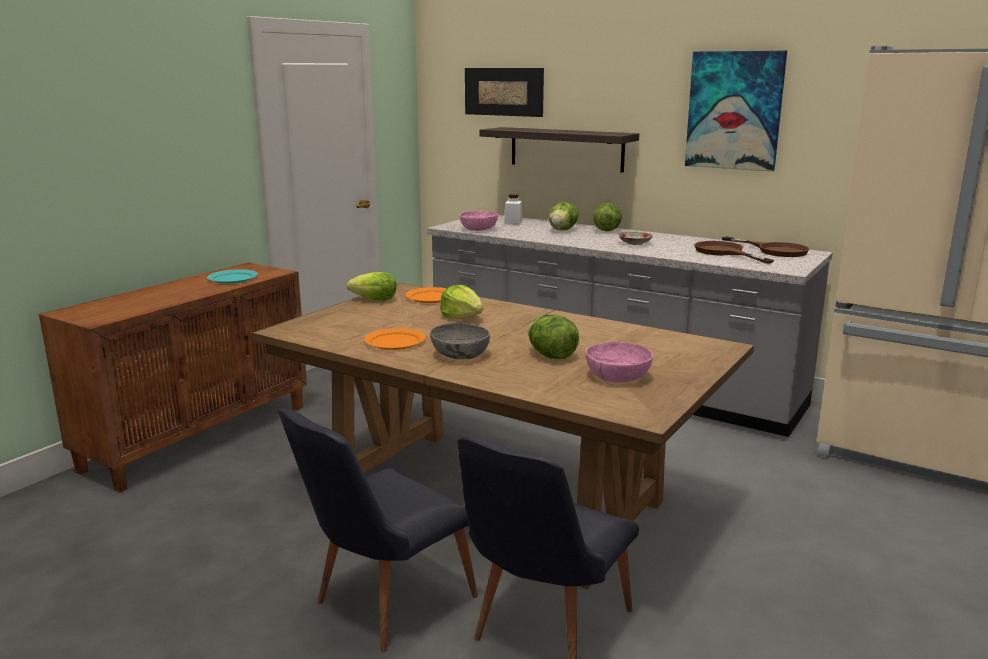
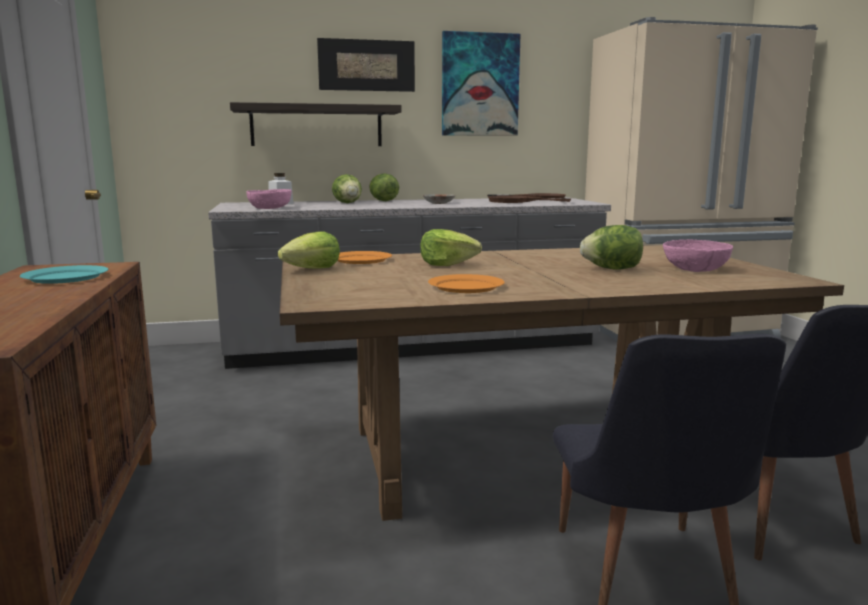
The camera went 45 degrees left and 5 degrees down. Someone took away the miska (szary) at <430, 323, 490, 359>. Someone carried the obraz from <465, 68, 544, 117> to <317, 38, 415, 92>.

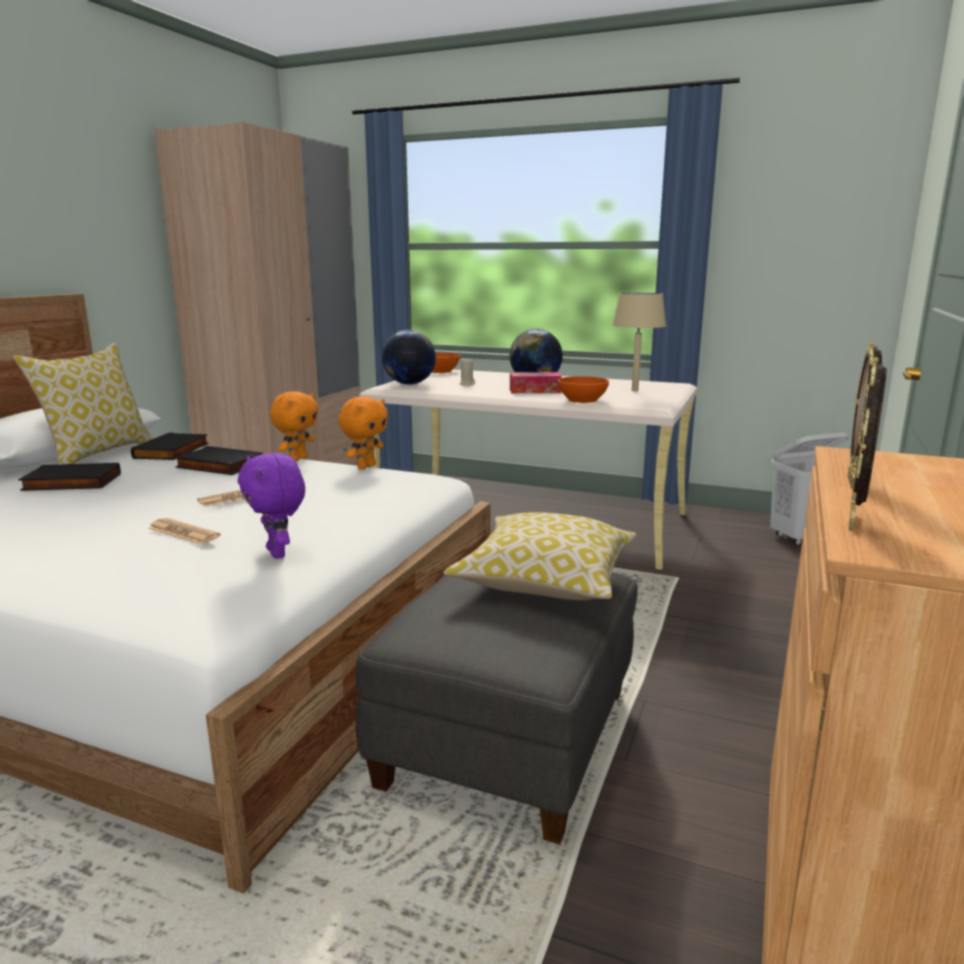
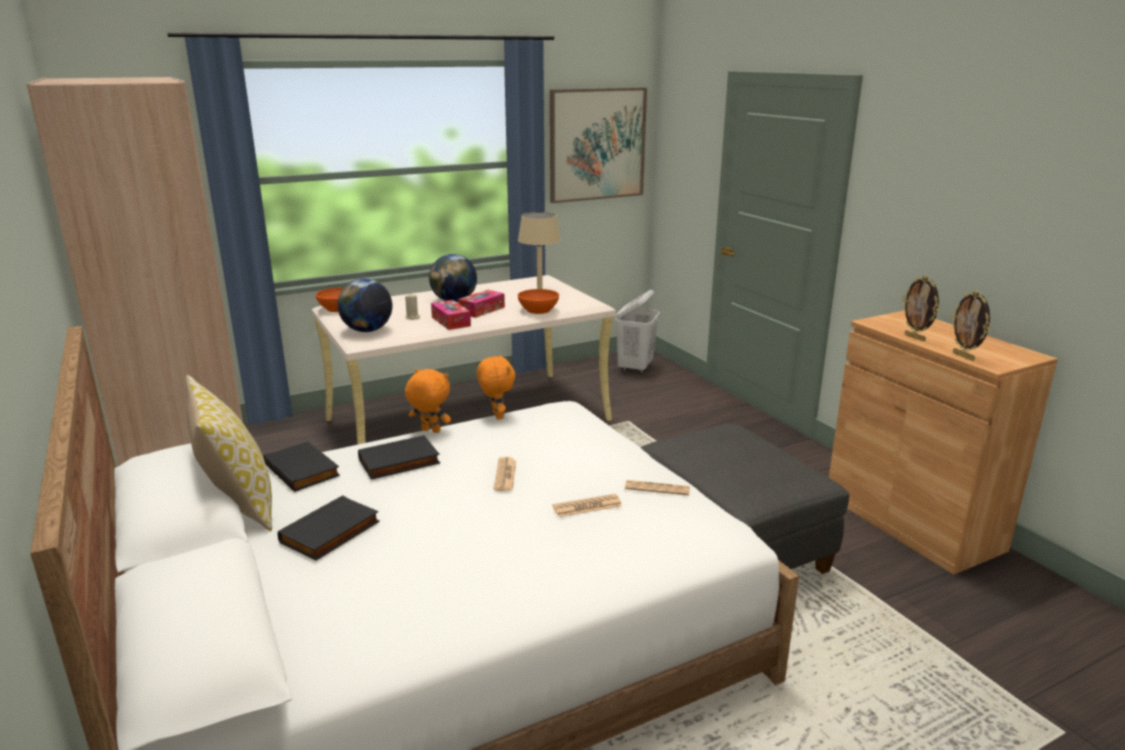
The camera went 50 degrees left and 5 degrees up. Someone swapped the pluszak (fioletowy) at <238, 453, 305, 559> for the gazeta at <625, 480, 690, 495>. Someone rotated the pluszak (pomarańczowy) at <270, 391, 318, 461> by 45 degrees counterclockwise. Someone took away the poduszka at <444, 512, 636, 600>. Someone put down the pudełko chusteczek at <431, 300, 471, 330>. Someone put up the obraz at <550, 88, 647, 203>.

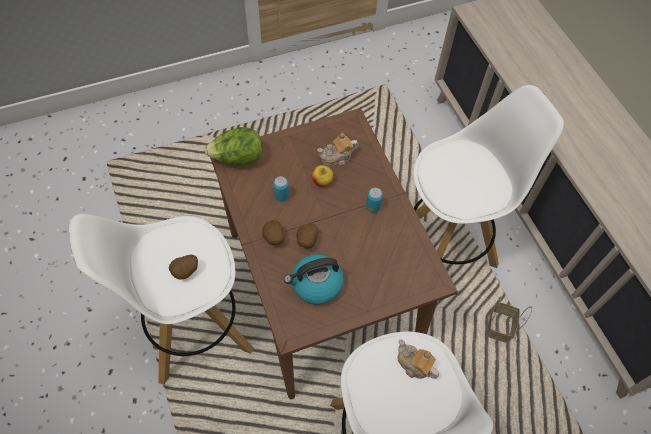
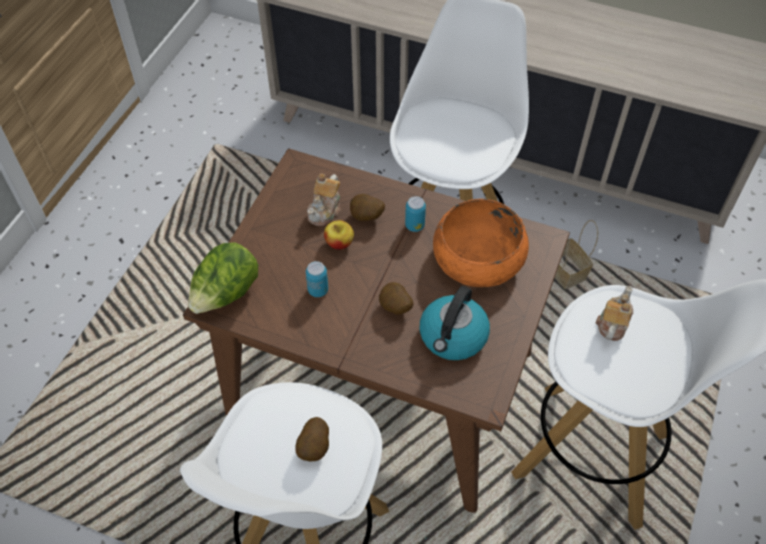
The camera went 45 degrees left and 5 degrees down. Someone carried the ziemniak from <262, 220, 285, 245> to <350, 194, 385, 221>. Someone rotated the imbryk at <397, 339, 439, 379> by 120 degrees clockwise. Someone put down the miska (pomarańczowy) at <433, 199, 529, 287>.

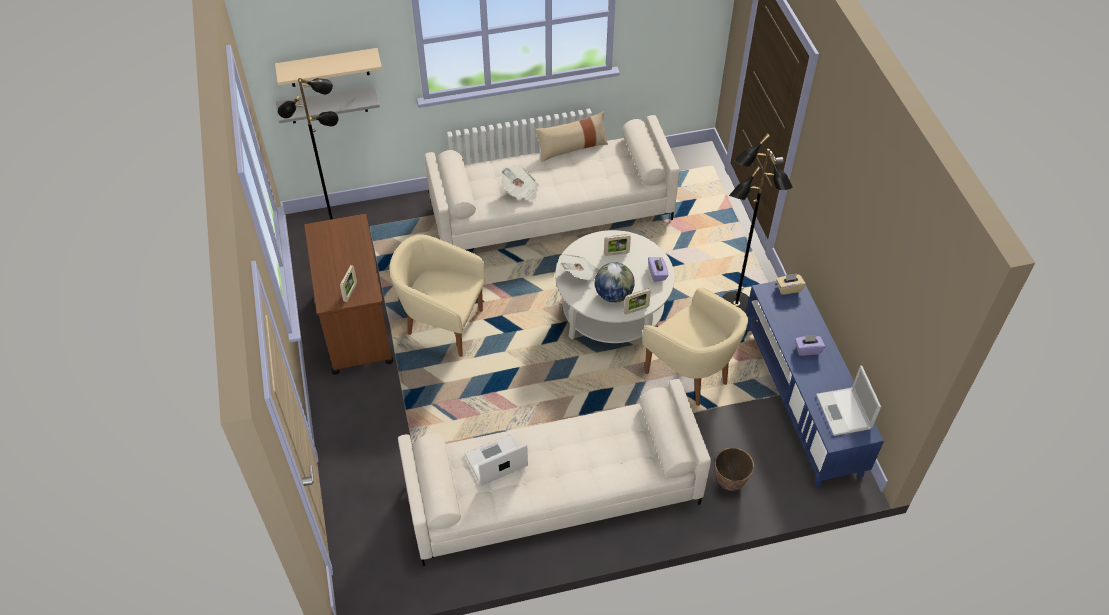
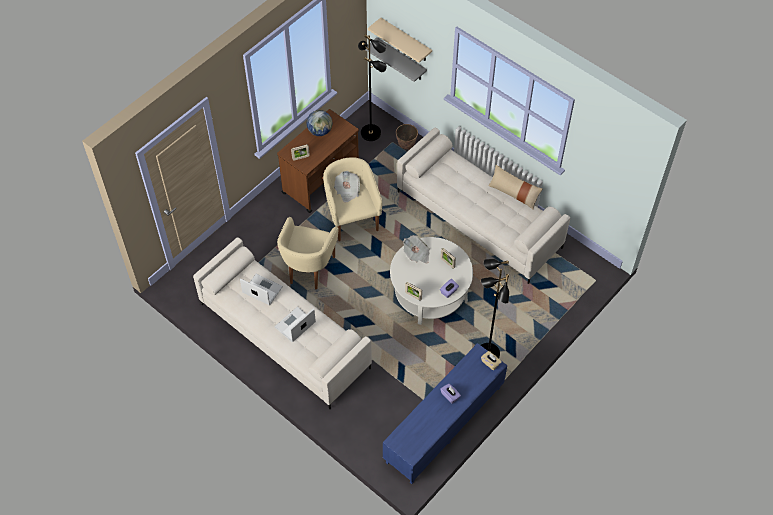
The camera went 55 degrees right and 5 degrees up. Someone carried the gazeta from <501, 165, 539, 202> to <334, 171, 360, 203>. Someone carried the globus from <595, 262, 635, 303> to <306, 110, 332, 136>. Someone carried the fotel (beżowy) from <642, 288, 748, 406> to <277, 217, 338, 289>. Someone carried the donica from <715, 448, 754, 491> to <396, 124, 418, 150>. Someone carried the laptop from <816, 366, 881, 436> to <274, 306, 316, 342>.

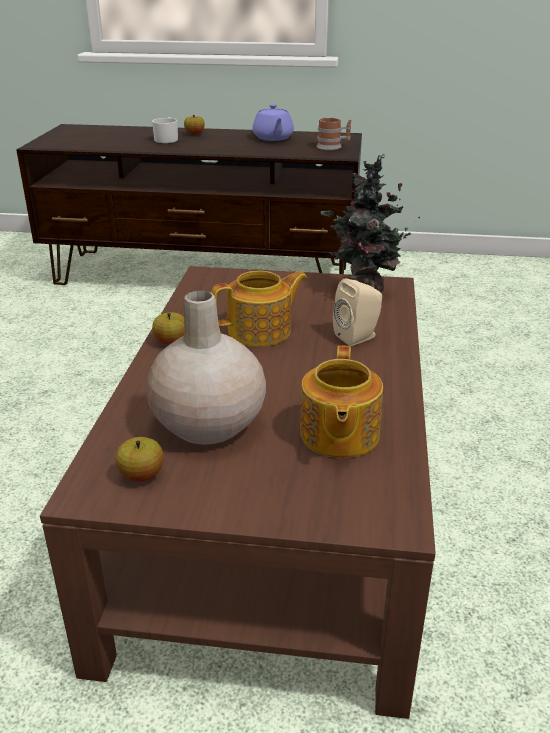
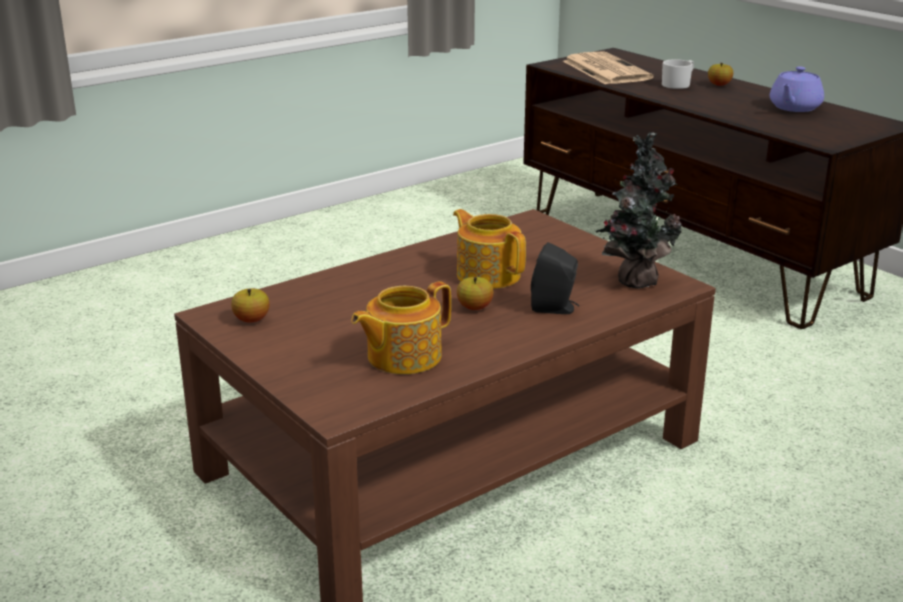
The camera went 45 degrees right and 5 degrees down. Someone took away the wazon (beżowy) at <146, 291, 266, 445>. Someone carried the jabłko from <152, 312, 185, 345> to <457, 277, 494, 310>. Someone rotated the imbryk at <211, 270, 307, 347> by 150 degrees counterclockwise. Someone took away the kubek at <317, 118, 351, 150>. Someone repainted the głośnik (beżowy) at <333, 279, 382, 346>, which became the głośnik (czarny) at <531, 242, 579, 314>. Someone put down the gazeta at <563, 51, 654, 85>.

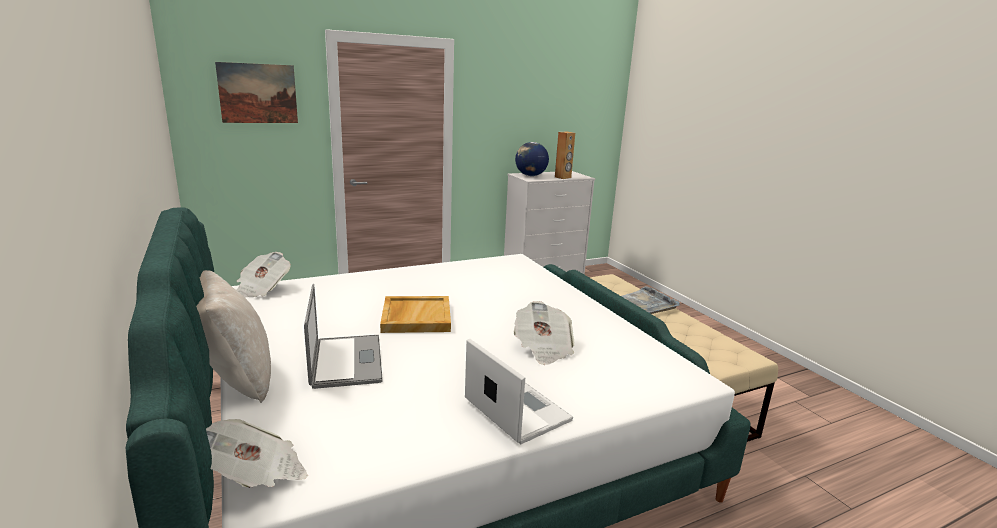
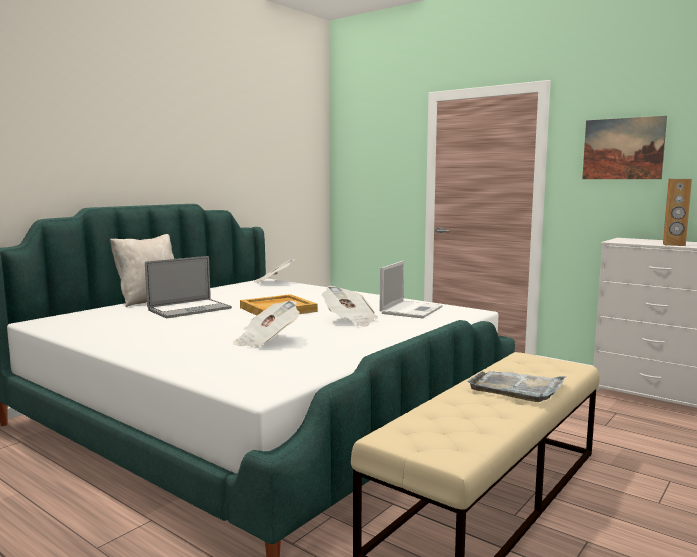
The camera went 65 degrees right and 10 degrees down. Someone carried the gazeta from <206, 419, 309, 488> to <322, 286, 378, 327>. Someone carried the obraz from <215, 62, 298, 123> to <582, 116, 667, 179>. Someone carried the laptop from <465, 338, 573, 445> to <380, 261, 443, 318>. Someone took away the globus at <515, 142, 549, 176>.

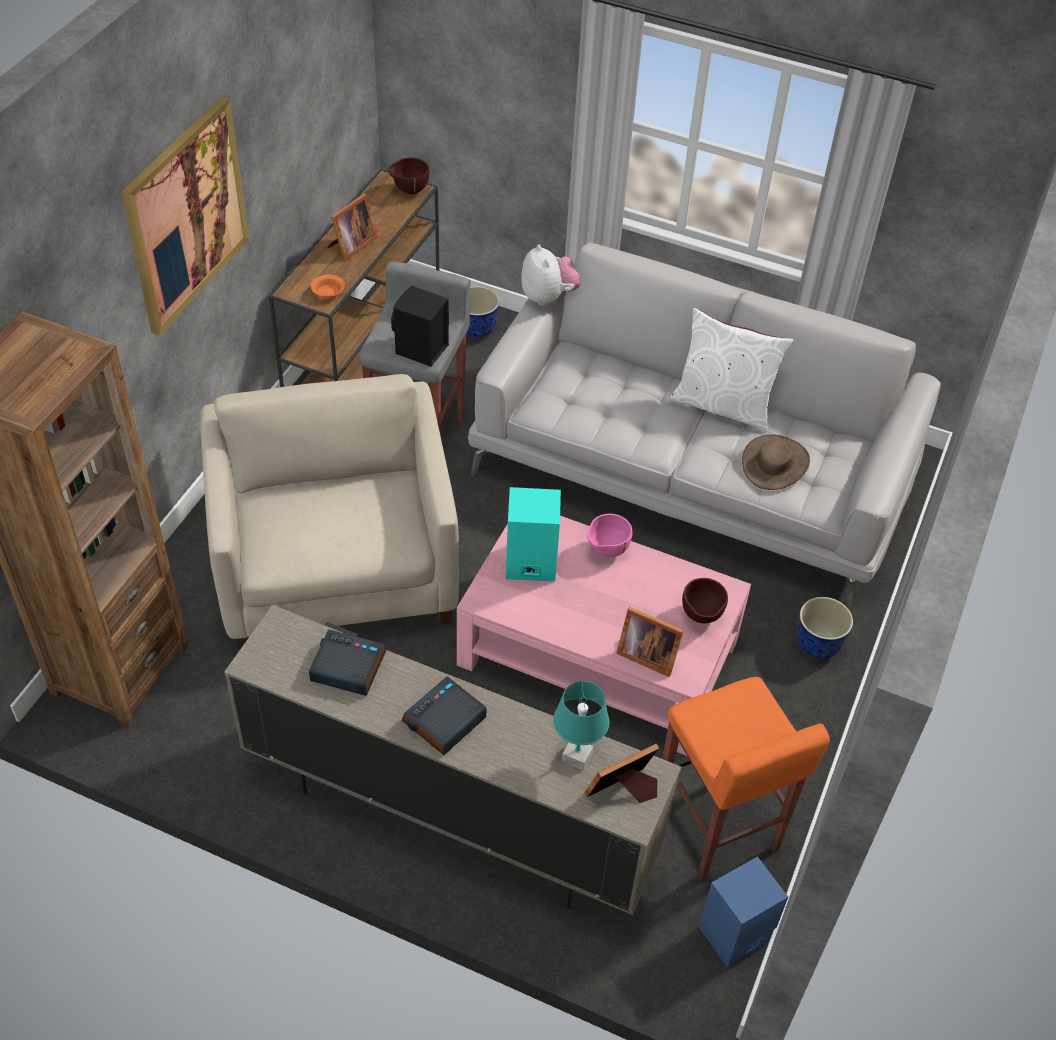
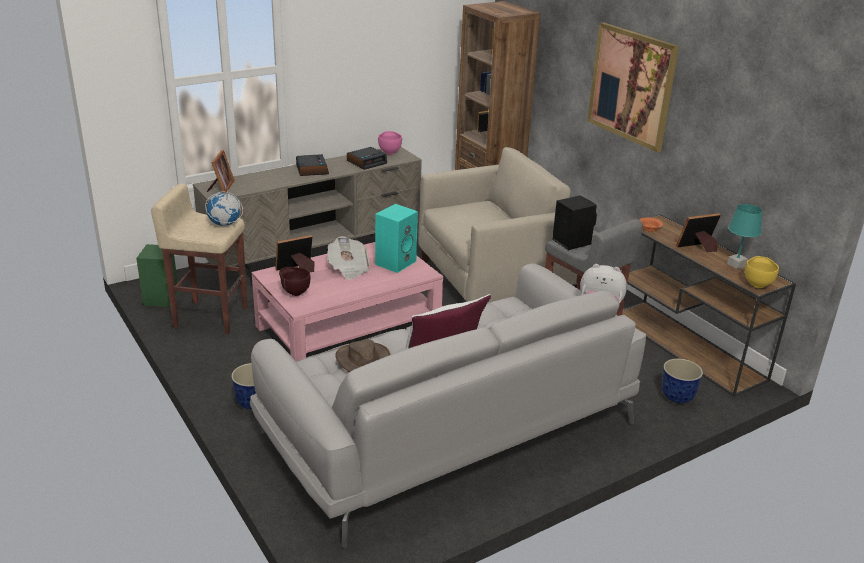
The camera went 125 degrees right and 20 degrees down. Someone rotated the fotel (beżowy) at <200, 374, 459, 649> by 45 degrees counterclockwise. Someone rotated the ramka na zdjęcie at <328, 193, 378, 261> by 90 degrees clockwise. Someone repainted the miska (brązowy) at <388, 157, 429, 194>, which became the miska (żółty) at <745, 256, 779, 288>. Someone carried the lampa stołowa (turkusowy) from <553, 681, 609, 770> to <727, 204, 762, 269>. Someone carried the miska (różowy) from <587, 514, 632, 557> to <378, 131, 402, 155>. Someone repainted the stołek (pomarańczowy) at <663, 677, 830, 882>, which became the stołek (beżowy) at <151, 183, 248, 334>. Someone repainted the głośnik (niebieski) at <699, 856, 788, 967>, which became the głośnik (zielony) at <136, 244, 179, 307>. Someone put down the globus at <205, 189, 243, 226>. Someone put down the gazeta at <327, 236, 370, 280>.

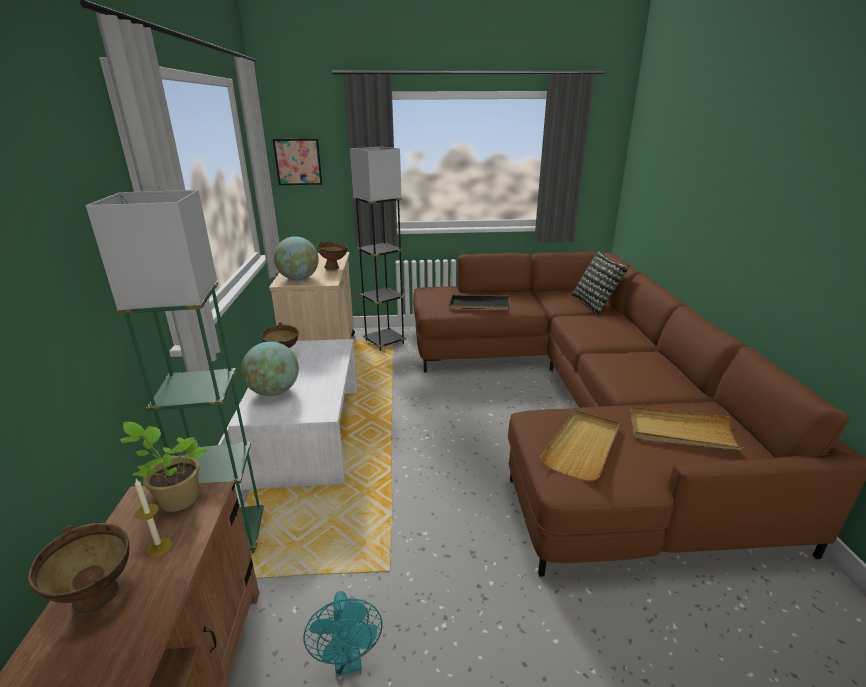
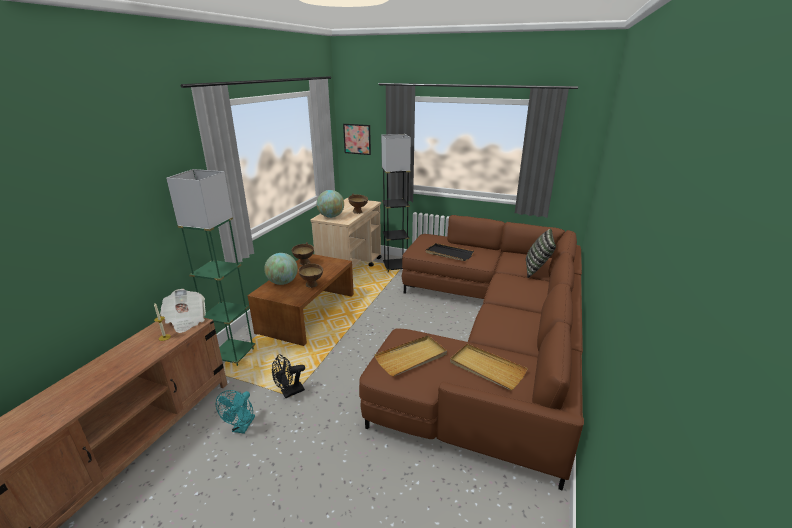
The camera went 25 degrees right and 0 degrees up. Someone carried the miska (brązowy) from <28, 523, 129, 613> to <298, 262, 323, 288>. Someone swapped the roślina doniczkowa at <120, 422, 207, 512> for the gazeta at <160, 289, 206, 333>. Someone repainted the ława (biały) at <228, 339, 357, 490>, which became the ława (brązowy) at <248, 254, 354, 346>. Someone put down the wentylator (czarny) at <272, 354, 305, 398>.

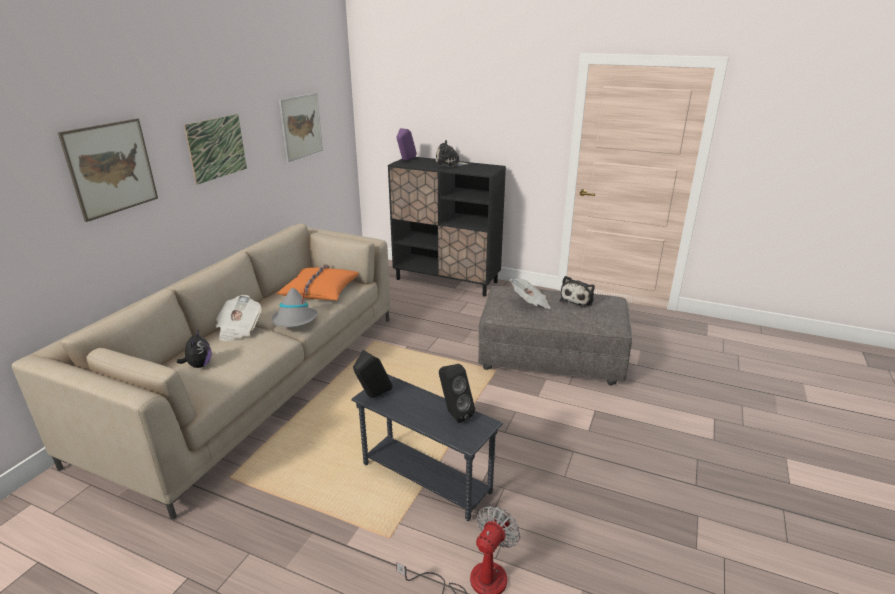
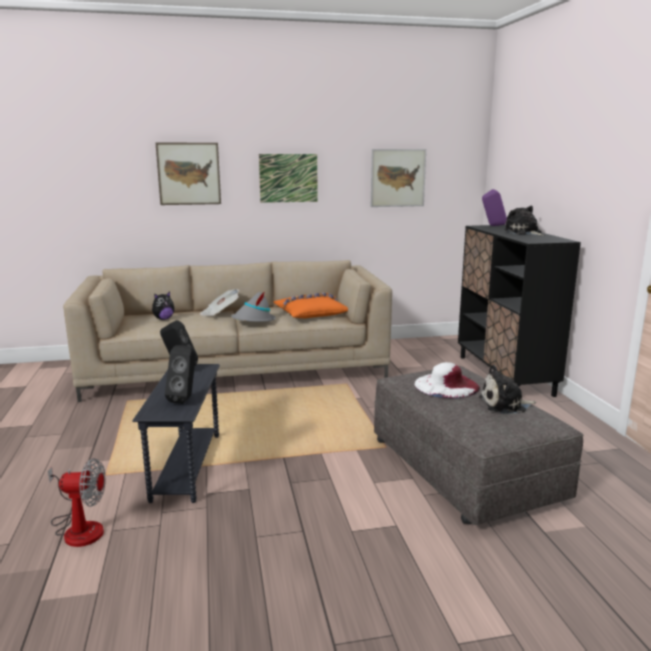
The camera went 55 degrees right and 10 degrees down. Someone swapped the gazeta at <510, 278, 551, 309> for the kapelusz (biały) at <414, 362, 480, 398>.

